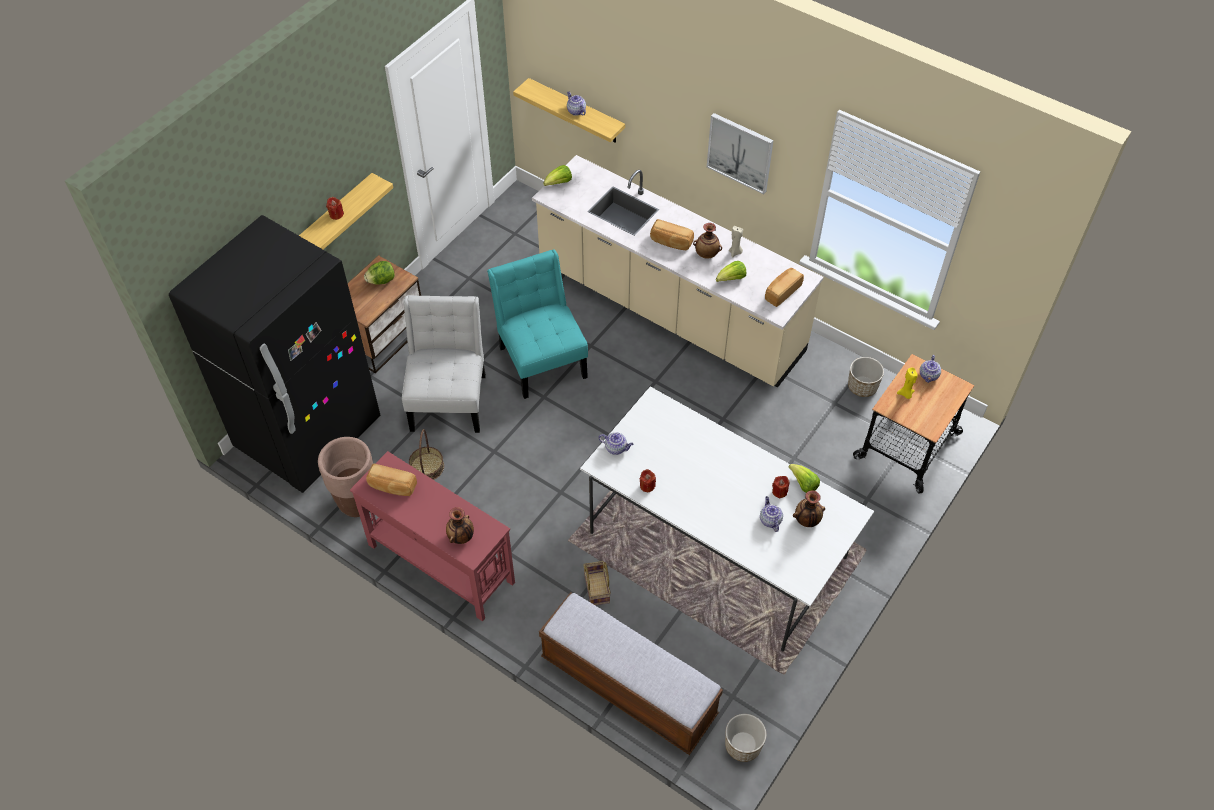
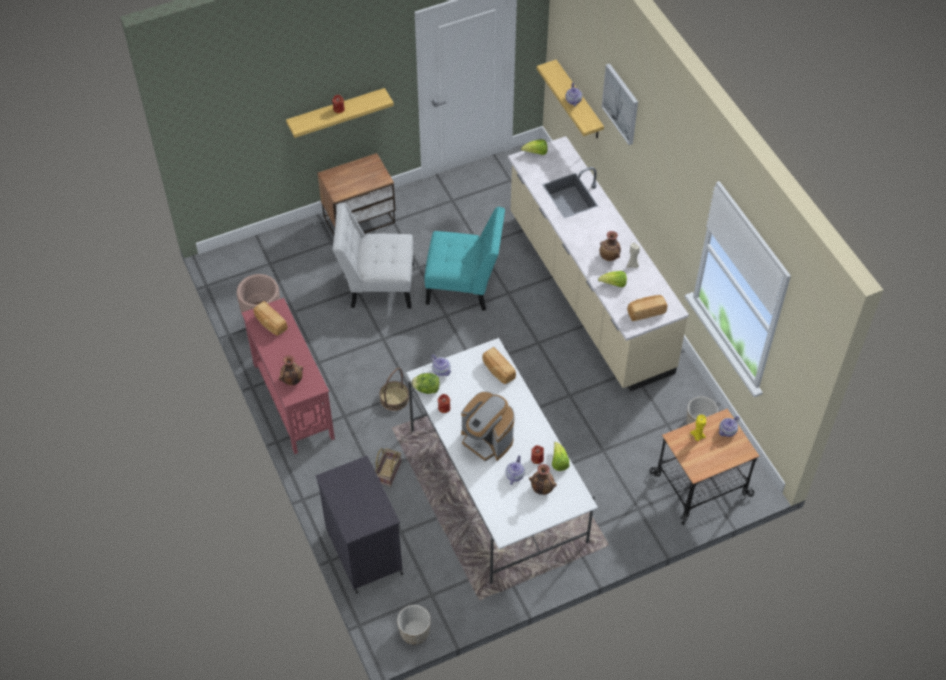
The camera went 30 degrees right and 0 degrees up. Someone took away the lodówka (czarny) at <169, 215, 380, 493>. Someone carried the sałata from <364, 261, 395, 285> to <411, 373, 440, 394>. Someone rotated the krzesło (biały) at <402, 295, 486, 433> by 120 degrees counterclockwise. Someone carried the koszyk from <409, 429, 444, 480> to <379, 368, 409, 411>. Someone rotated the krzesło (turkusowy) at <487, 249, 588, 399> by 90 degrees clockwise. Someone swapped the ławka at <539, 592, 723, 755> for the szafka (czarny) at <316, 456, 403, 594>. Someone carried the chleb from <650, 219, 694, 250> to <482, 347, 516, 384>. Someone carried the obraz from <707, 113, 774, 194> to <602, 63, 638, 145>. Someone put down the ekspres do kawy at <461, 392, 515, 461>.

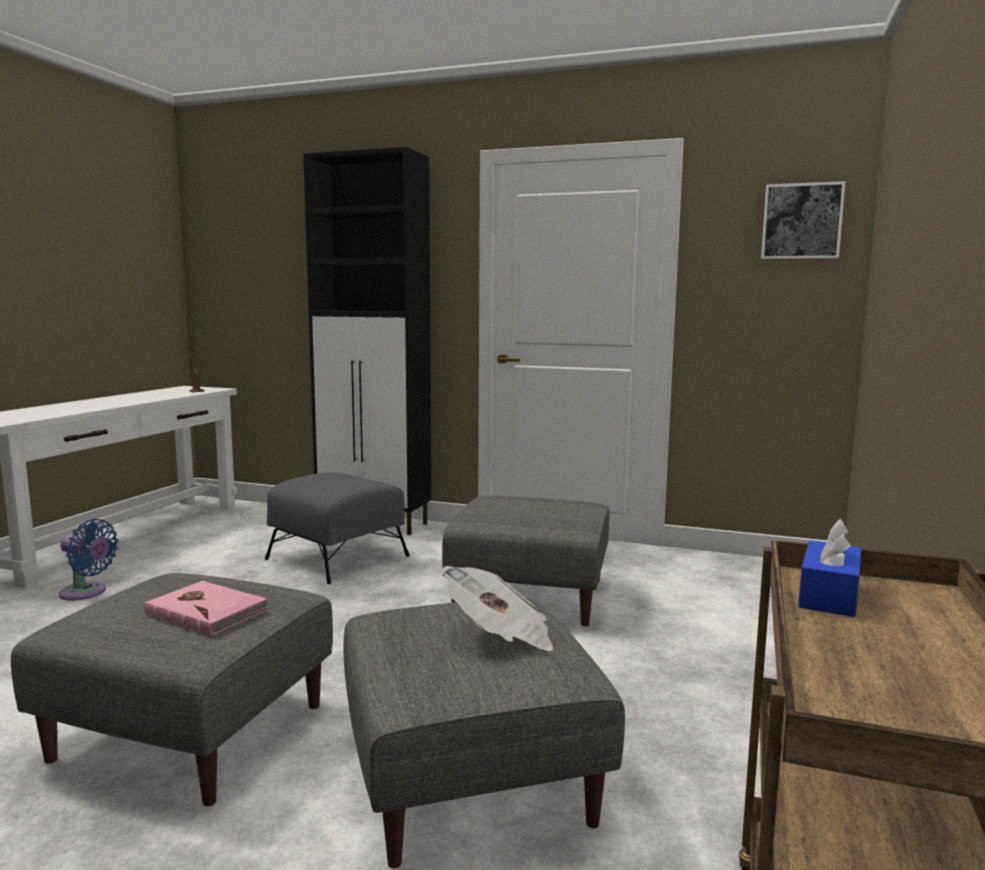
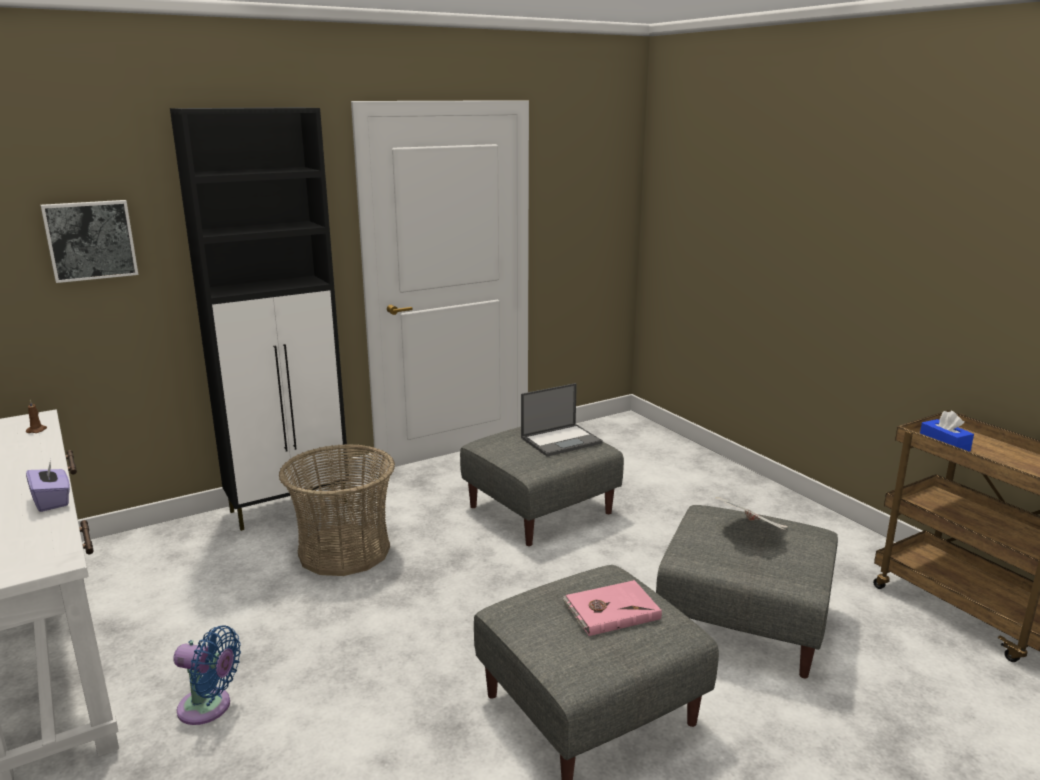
The camera went 50 degrees left and 10 degrees up. Someone rotated the wentylator (niebieski) at <59, 519, 119, 600> by 45 degrees clockwise. Someone swapped the pufa (szary) at <265, 472, 410, 584> for the koszyk at <279, 444, 395, 576>. Someone carried the obraz from <761, 181, 845, 259> to <41, 200, 139, 283>. Someone put down the pudełko chusteczek (fioletowy) at <26, 459, 70, 512>. Someone put down the laptop at <521, 383, 603, 456>.

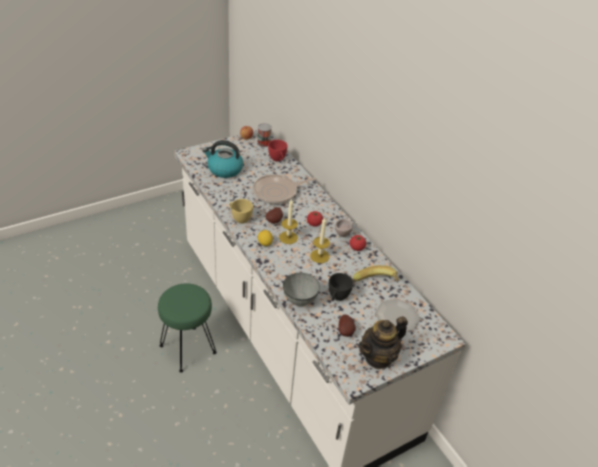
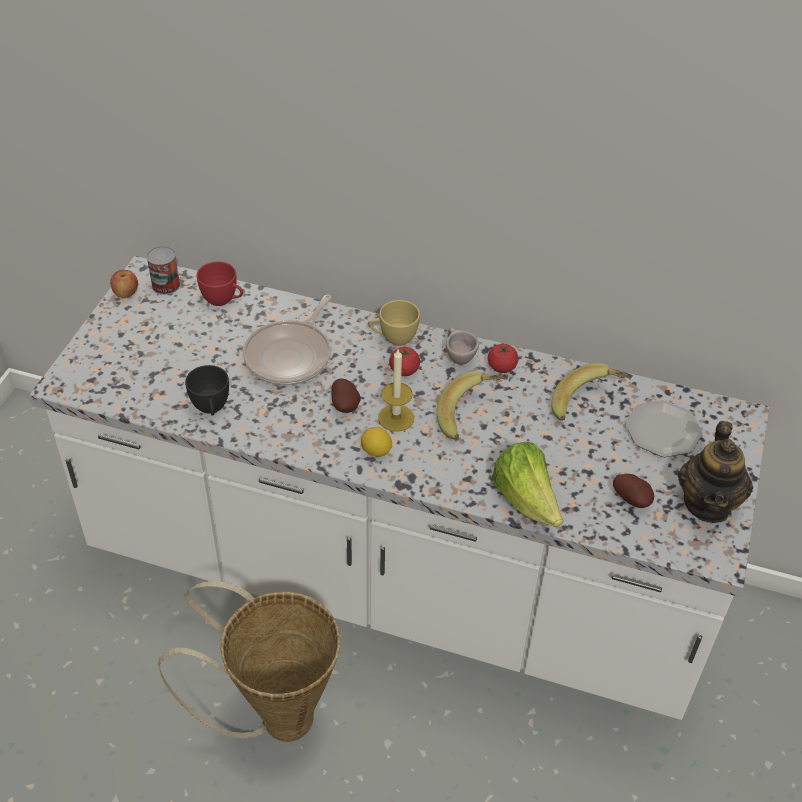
The camera went 40 degrees left and 5 degrees up. Someone swapped the stołek (zielony) at <158, 283, 217, 372> for the koszyk at <158, 581, 340, 742>. Someone took away the czajnik at <202, 140, 243, 178>. Someone carried the filiżanka (żółty) from <229, 199, 253, 224> to <369, 300, 420, 346>. Someone swapped the miska (szary) at <283, 273, 320, 306> for the sałata at <492, 442, 563, 527>. Someone swapped the świeca at <310, 217, 330, 263> for the banan at <437, 371, 508, 440>. Someone carried the filiżanka (czarny) from <329, 273, 353, 301> to <185, 365, 229, 416>.

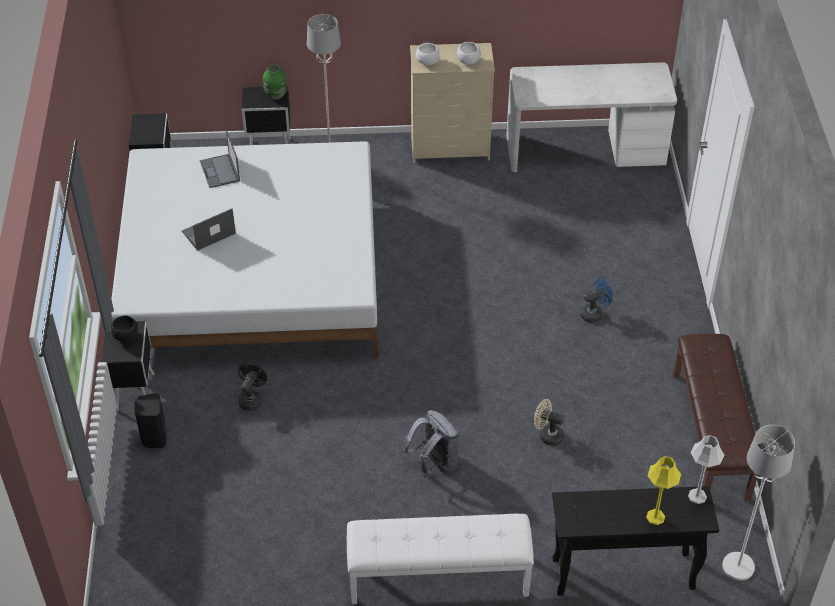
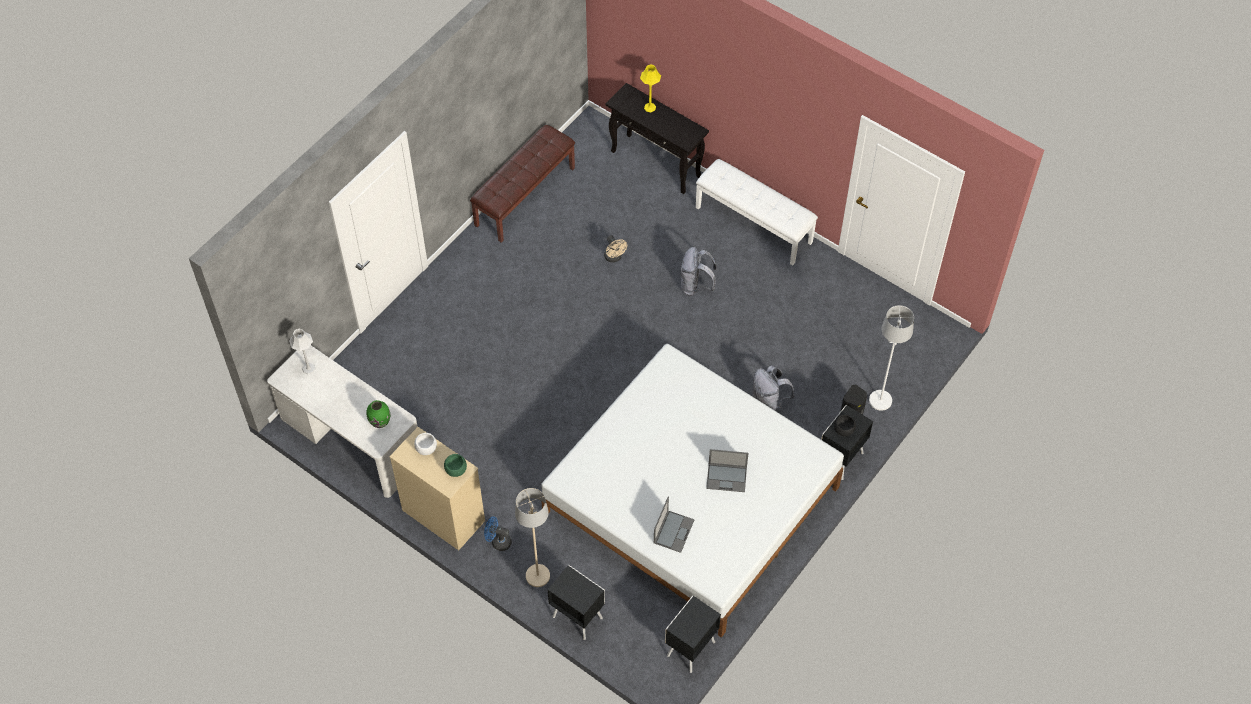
The camera went 140 degrees left and 10 degrees up. Someone swapped the wentylator (czarny) at <238, 363, 267, 411> for the plecak (szary) at <752, 365, 794, 411>. Someone carried the wazon (zielony) from <263, 65, 287, 100> to <367, 400, 390, 428>. Someone repainted the miska (biały) at <416, 43, 439, 65>, which became the miska (zielony) at <444, 454, 467, 477>. Someone carried the wentylator (niebieski) from <580, 278, 613, 323> to <484, 516, 512, 551>. Someone carried the lampa stołowa (szary) from <688, 435, 724, 504> to <289, 328, 316, 374>. Someone carried the lampa stojąca (biały) from <722, 425, 795, 581> to <869, 305, 914, 411>.

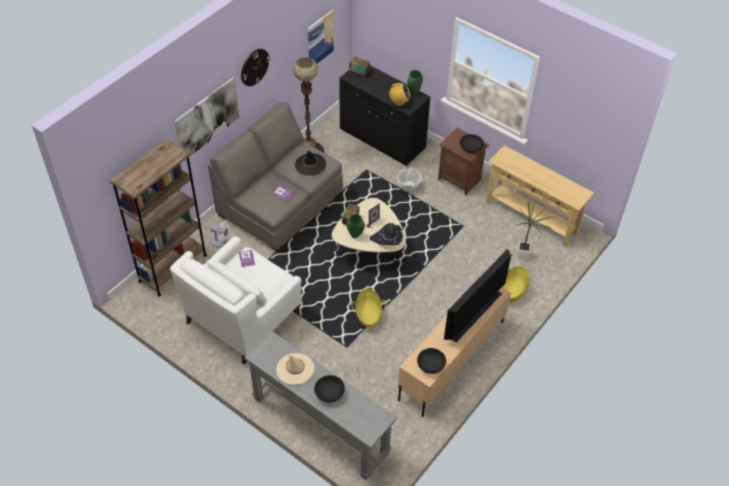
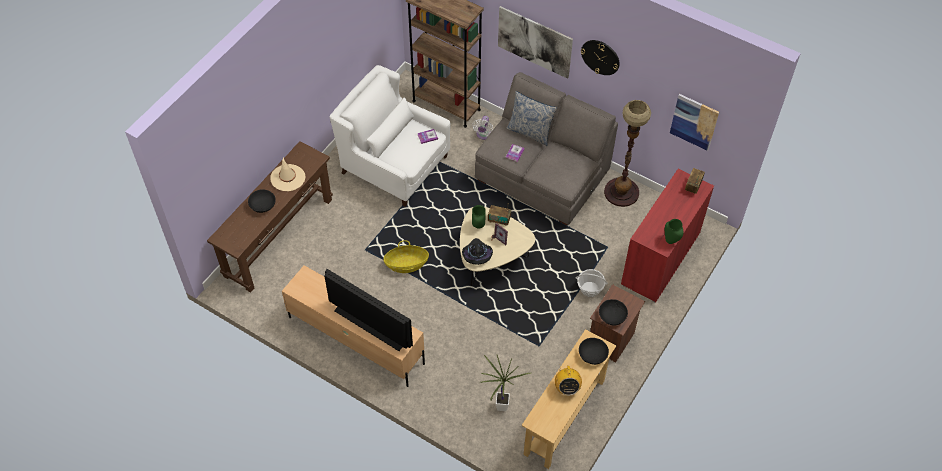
The camera went 85 degrees right and 5 degrees up. Someone repainted the stolik konsolowy (szary) at <245, 331, 397, 480>, which became the stolik konsolowy (brązowy) at <207, 141, 333, 293>. Someone took away the kapelusz (czarny) at <295, 150, 326, 176>. Someone repainted the szafka (czarny) at <339, 65, 430, 166>, which became the szafka (czerwony) at <621, 169, 714, 302>. Someone carried the radio from <389, 83, 410, 106> to <555, 366, 582, 396>. Someone carried the miska (czarny) from <417, 348, 446, 374> to <579, 338, 609, 365>. Someone took away the koszyk at <502, 266, 532, 301>. Someone put down the poduszka at <506, 91, 557, 146>.

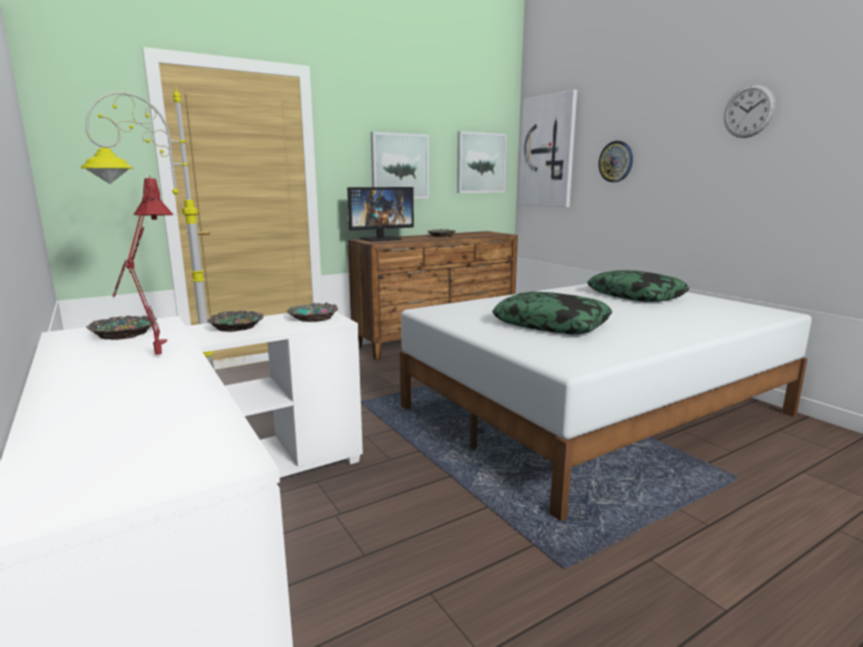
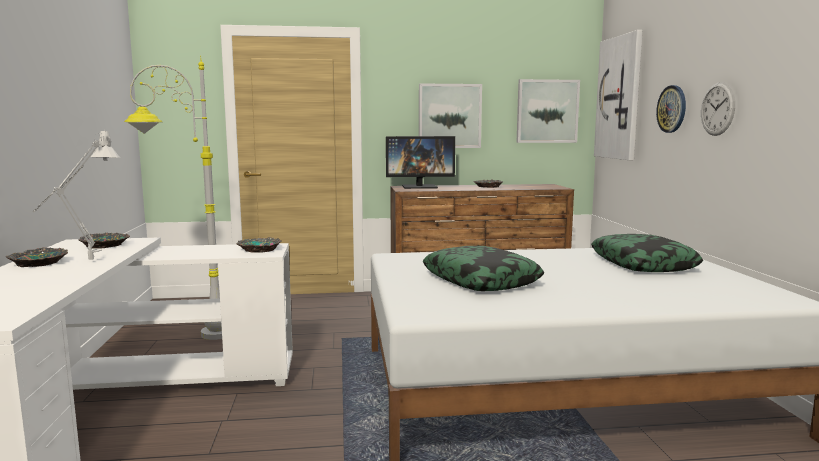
The camera went 25 degrees right and 5 degrees down. Someone repainted the lampa stołowa (czerwony) at <113, 175, 174, 355>, which became the lampa stołowa (szary) at <33, 130, 120, 260>. Someone carried the miska from <207, 310, 264, 332> to <6, 247, 68, 267>. Someone carried the zegar ścienny from <724, 84, 776, 138> to <701, 82, 735, 136>.

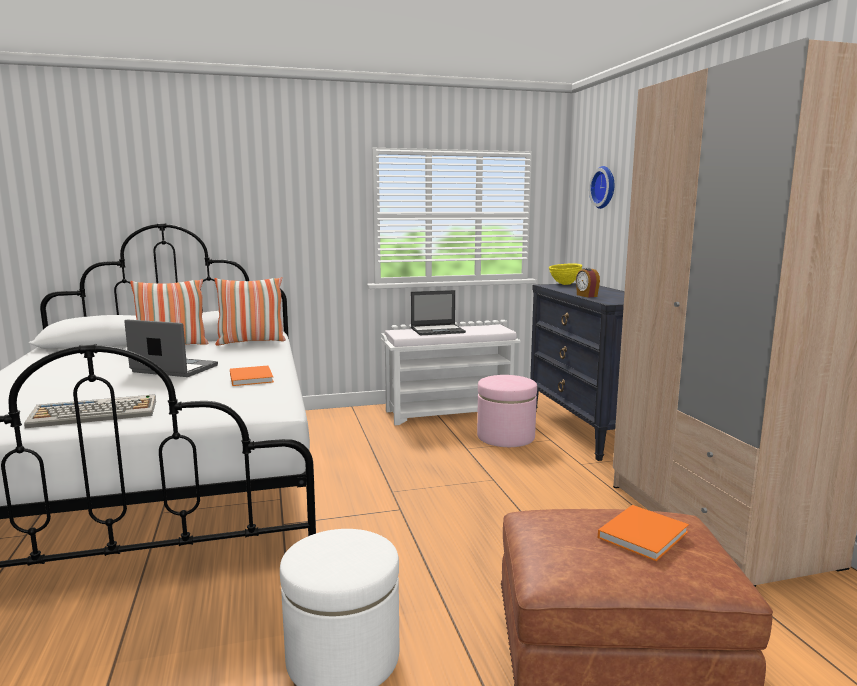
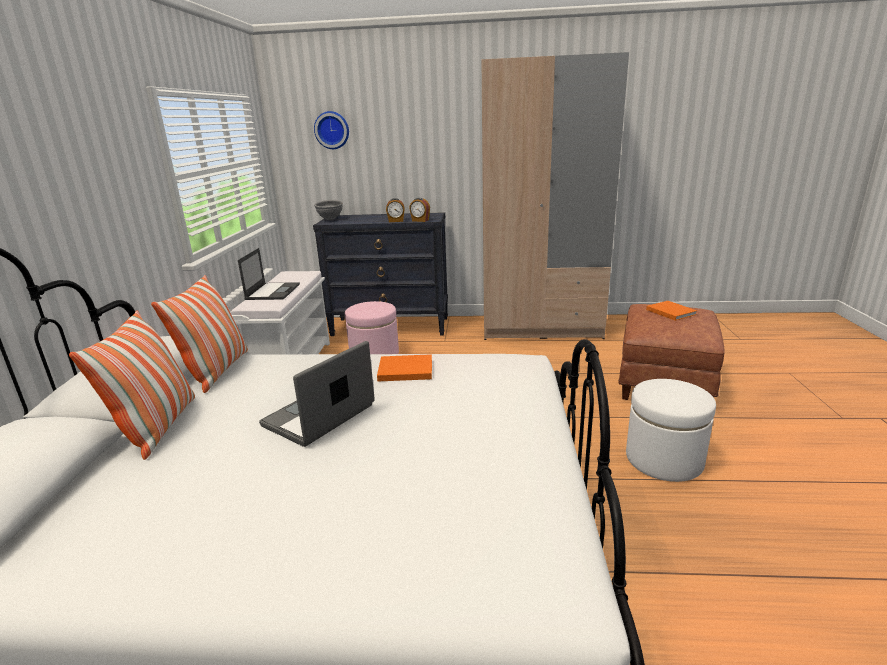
The camera went 70 degrees left and 10 degrees up. Someone took away the klawiatura at <24, 394, 156, 428>. Someone repainted the miska (żółty) at <549, 263, 583, 285>, which became the miska (szary) at <314, 200, 343, 220>. Someone put down the budzik at <409, 198, 430, 222>.

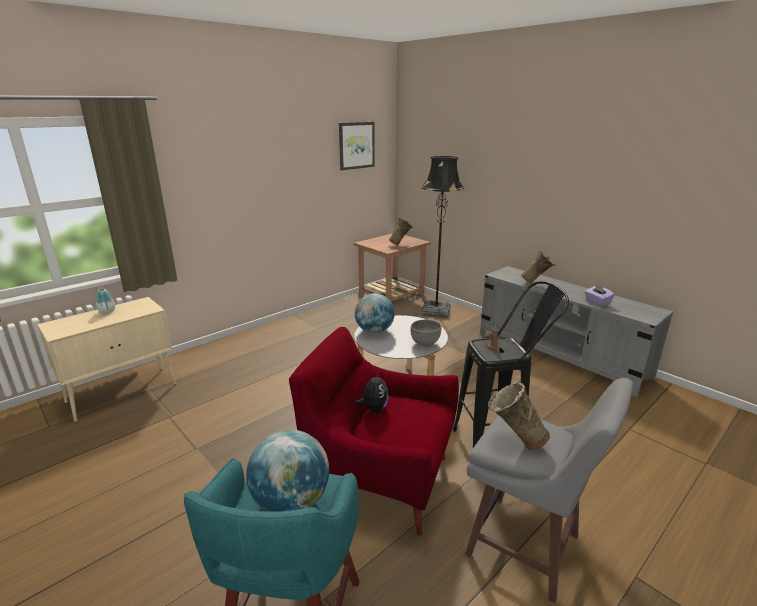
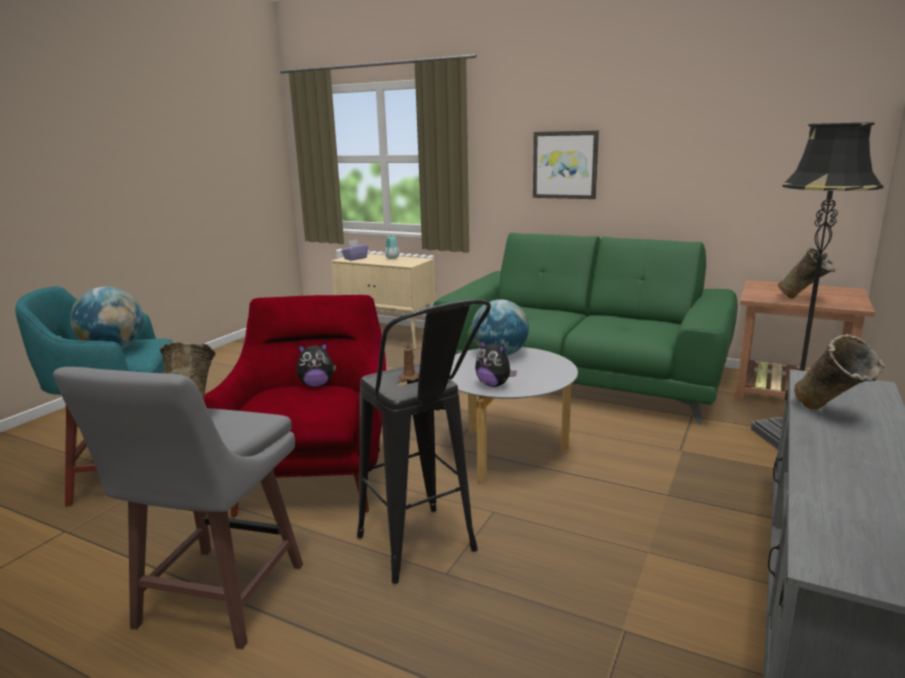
The camera went 70 degrees right and 5 degrees down. Someone carried the obraz from <339, 122, 375, 170> to <533, 130, 599, 199>. Someone swapped the miska (szary) at <410, 320, 441, 347> for the pluszak at <475, 339, 517, 387>. Someone carried the pudełko chusteczek (fioletowy) from <585, 284, 615, 307> to <341, 239, 368, 261>. Someone put down the kanapa (zielony) at <433, 232, 738, 425>.

